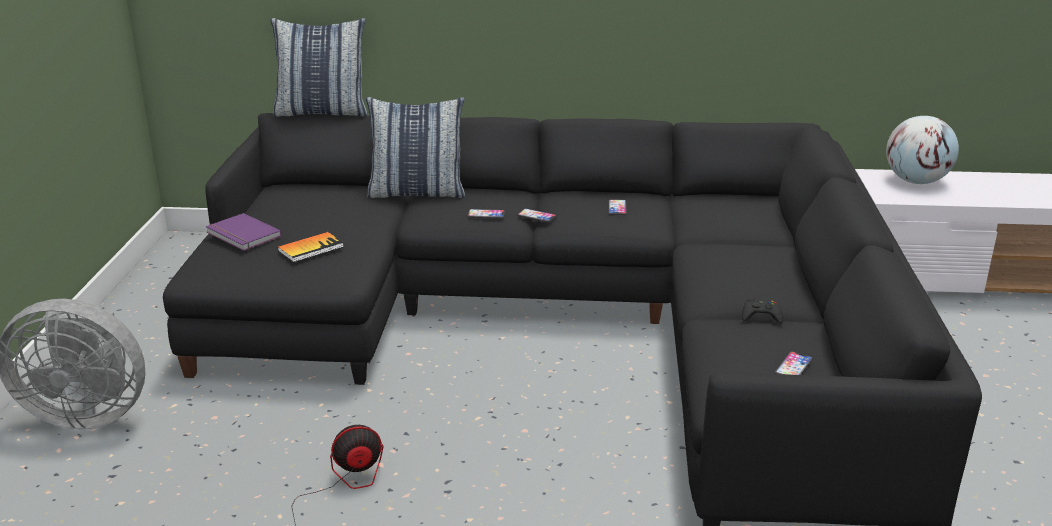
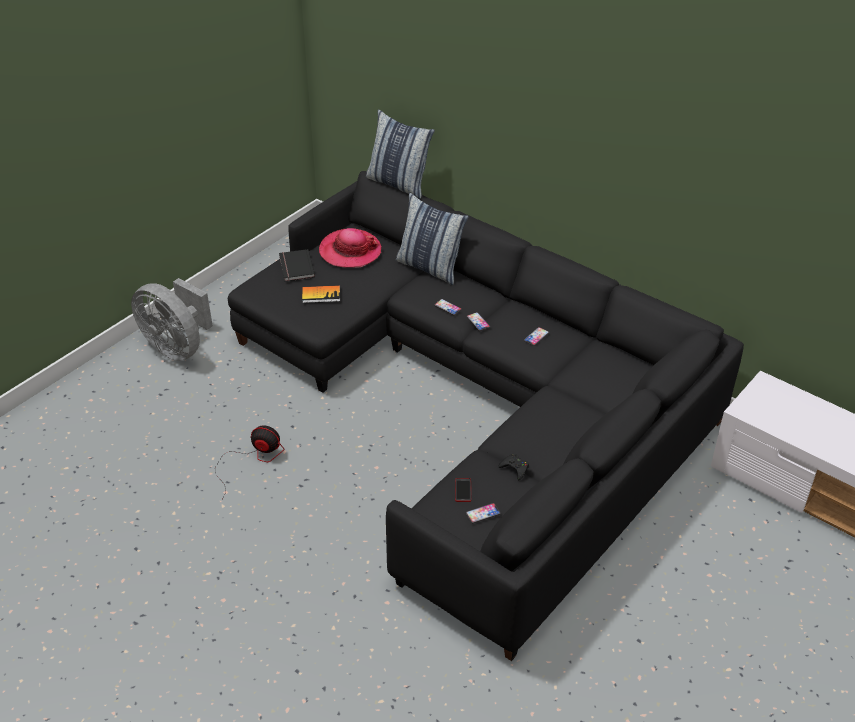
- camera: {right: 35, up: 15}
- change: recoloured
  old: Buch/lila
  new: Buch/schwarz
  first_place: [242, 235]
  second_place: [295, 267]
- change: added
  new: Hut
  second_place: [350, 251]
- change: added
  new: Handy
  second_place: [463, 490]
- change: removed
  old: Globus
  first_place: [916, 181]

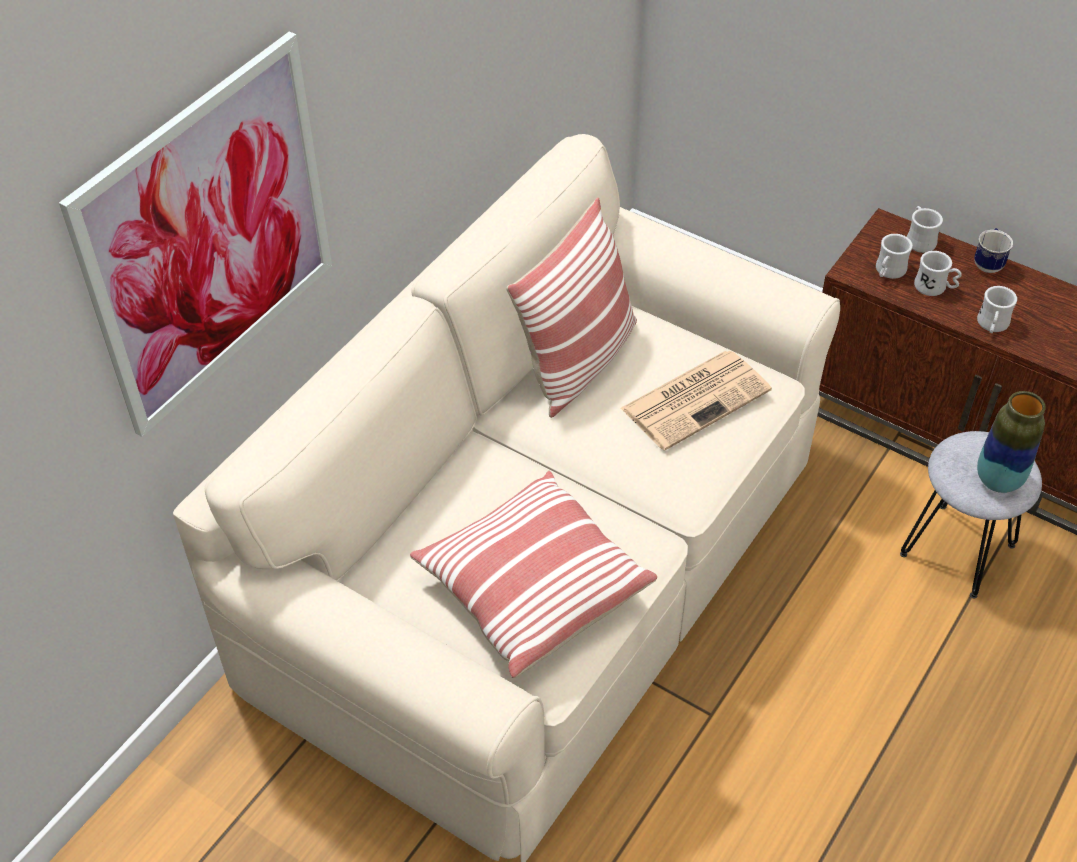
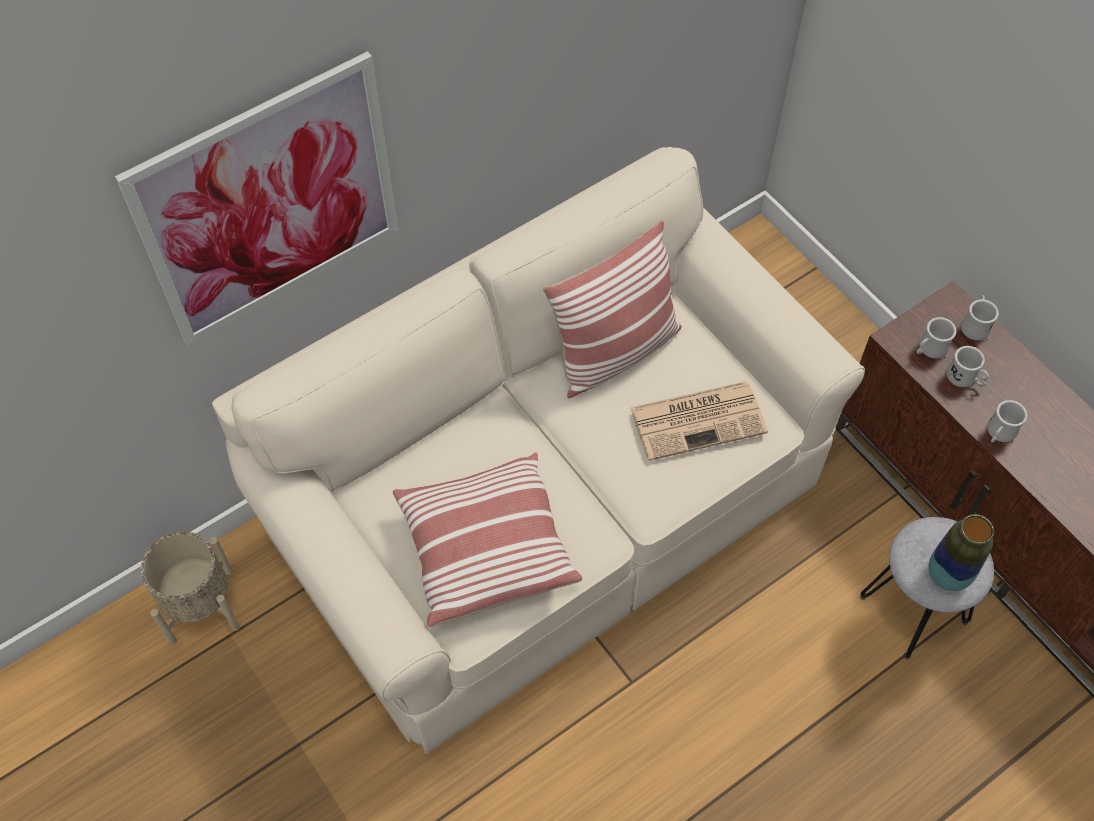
- camera: {right: 20, up: 10}
- change: added
  new: Pflanzkübel/beige
  second_place: [200, 605]
- change: removed
  old: Henkelbecher
  first_place: [988, 263]

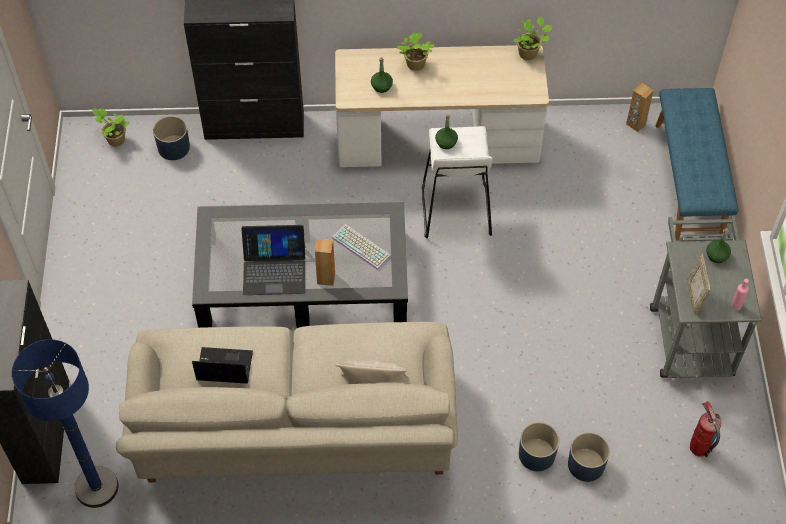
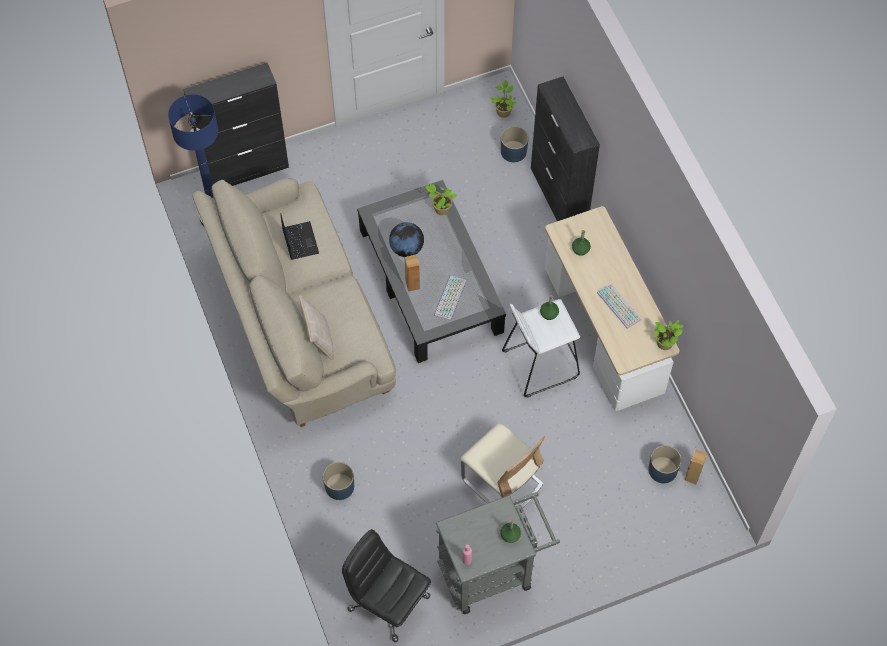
- camera: {right: 70, up: 5}
- change: replaced
  old: Feuerlöscher
  new: Bürostuhl/schwarz
  first_place: [699, 448]
  second_place: [387, 602]
- change: replaced
  old: Laptop
  new: Globus
  first_place: [274, 269]
  second_place: [406, 248]
- change: moved
  old: Topfpflanze
  first_place: [414, 65]
  second_place: [440, 209]
- change: added
  new: Stuhl/beige
  second_place: [502, 482]
- change: added
  new: Tastatur
  second_place: [620, 306]
- change: moved
  old: Pflanzkübel/blau
  first_place: [585, 465]
  second_place: [662, 470]
- change: removed
  old: Bank/blau
  first_place: [689, 180]
- change: removed
  old: Bilderrahmen
  first_place: [694, 297]

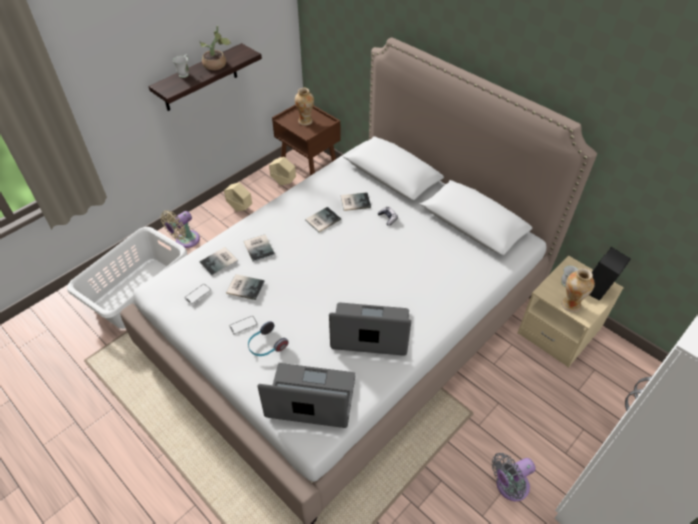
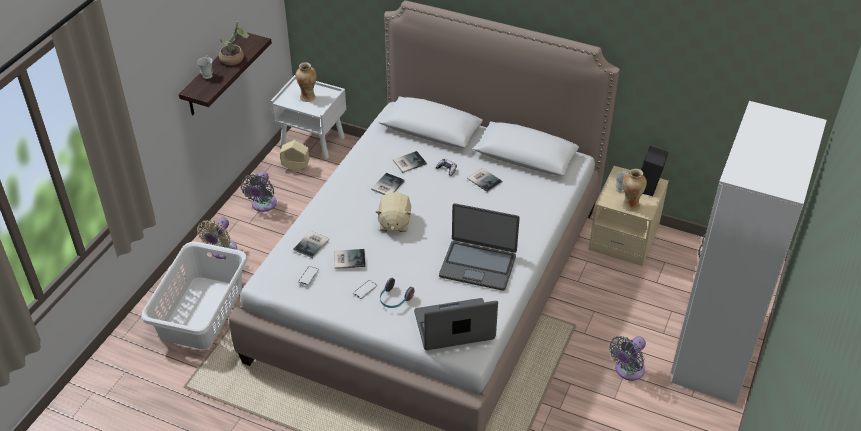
- camera: {right: -20, up: -5}
- change: replaced
  old: Pflanzkübel/beige
  new: Ventilator/grau
  first_place: [240, 208]
  second_place: [263, 205]
- change: recoloured
  old: Nachttisch/braun
  new: Nachttisch/weiß
  first_place: [309, 162]
  second_place: [313, 141]
- change: added
  new: Plüschtier/beige
  second_place: [394, 223]
- change: turned
  old: Laptop
  first_place: [370, 331]
  second_place: [478, 265]
  degrees: -150
- change: moved
  old: Buch
  first_place: [260, 247]
  second_place: [484, 179]

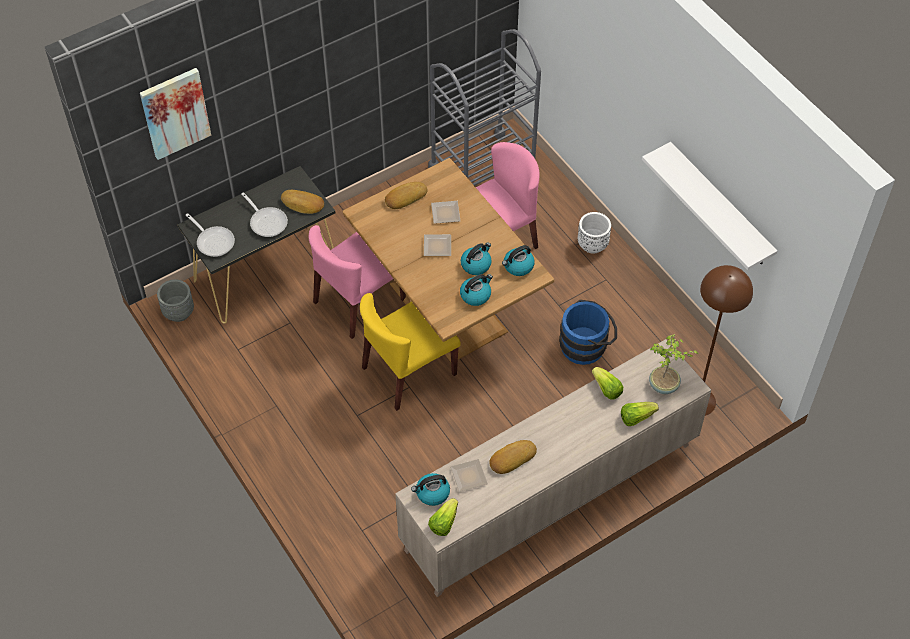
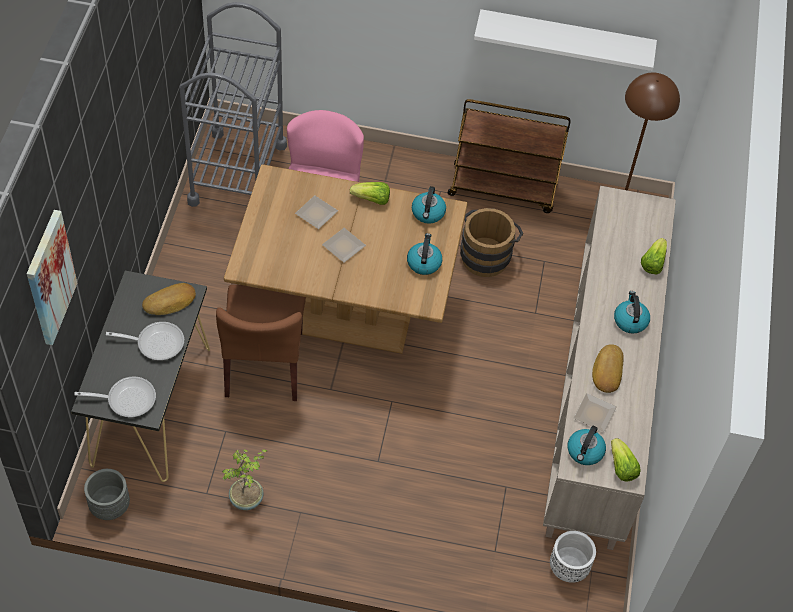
- camera: {right: -50, up: 0}
- change: recoloured
  old: Stuhl/rosa
  new: Stuhl/braun
  first_place: [359, 301]
  second_place: [264, 364]
- change: moved
  old: Topfpflanze
  first_place: [664, 386]
  second_place: [247, 499]
- change: moved
  old: Salatkopf
  first_place: [606, 389]
  second_place: [372, 200]
- change: added
  new: Rollwagen/braun
  second_place: [503, 188]
- change: recoloured
  old: Eimer/blau
  new: Eimer/braun
  first_place: [587, 345]
  second_place: [487, 254]
- change: moved
  old: Pflanzkübel/weiß
  first_place: [592, 244]
  second_place: [568, 568]
- change: moved
  old: Wasserkessel
  first_place: [476, 264]
  second_place: [630, 320]
- change: removed
  old: Stuhl/gelb
  first_place: [408, 371]
- change: removed
  old: Brot
  first_place: [405, 197]

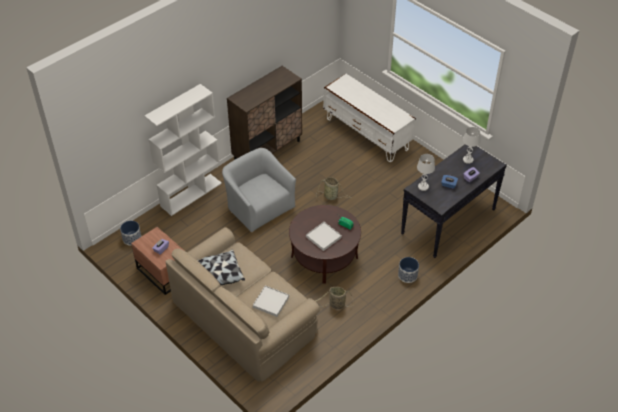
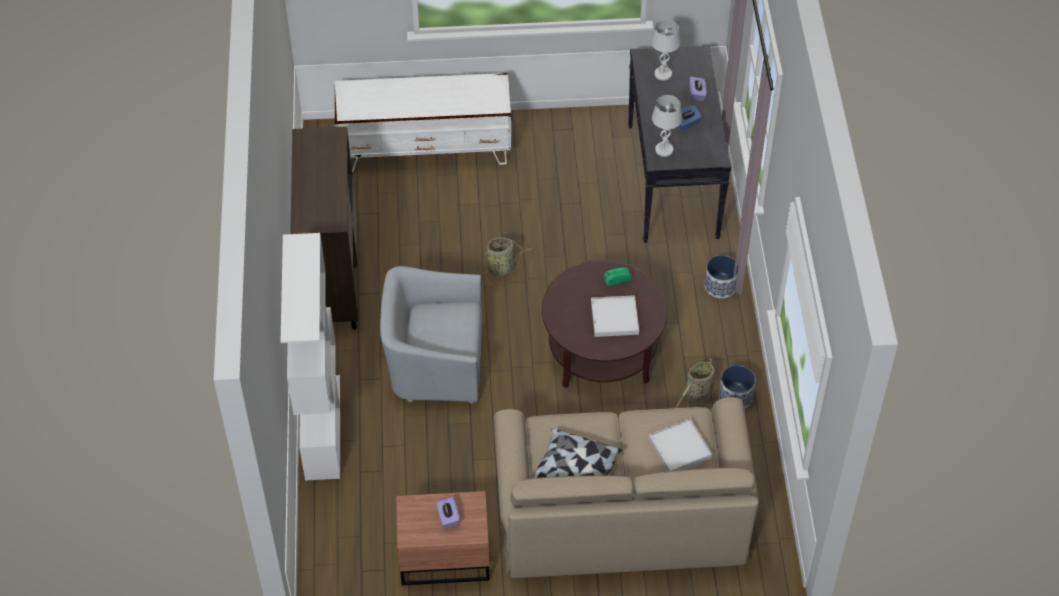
- camera: {right: -50, up: 5}
- change: moved
  old: Pflanzkübel
  first_place: [132, 238]
  second_place: [735, 397]

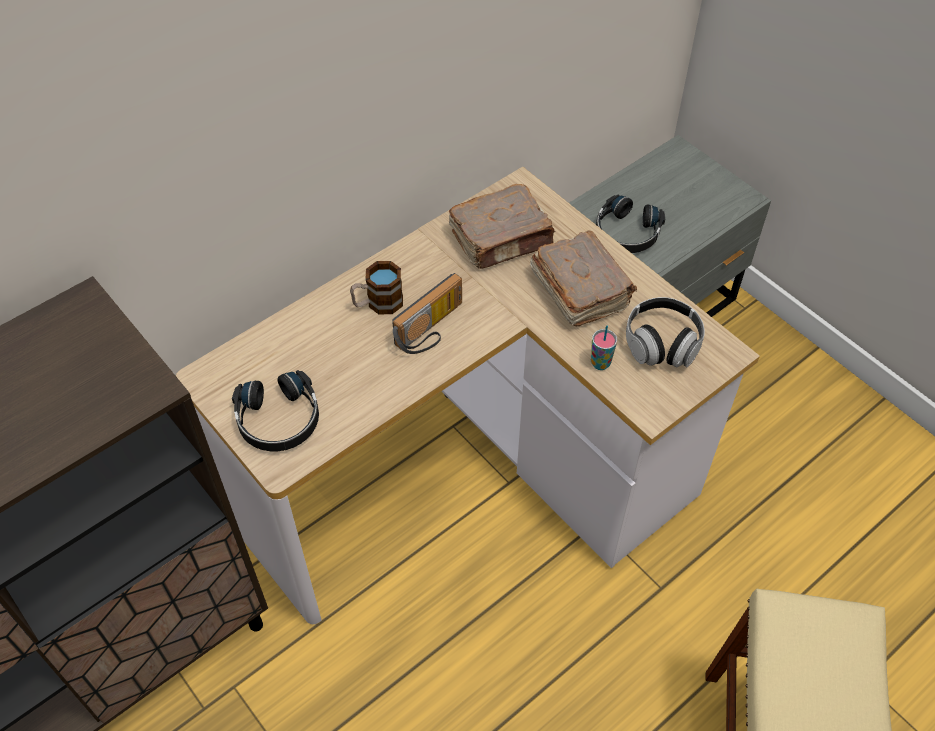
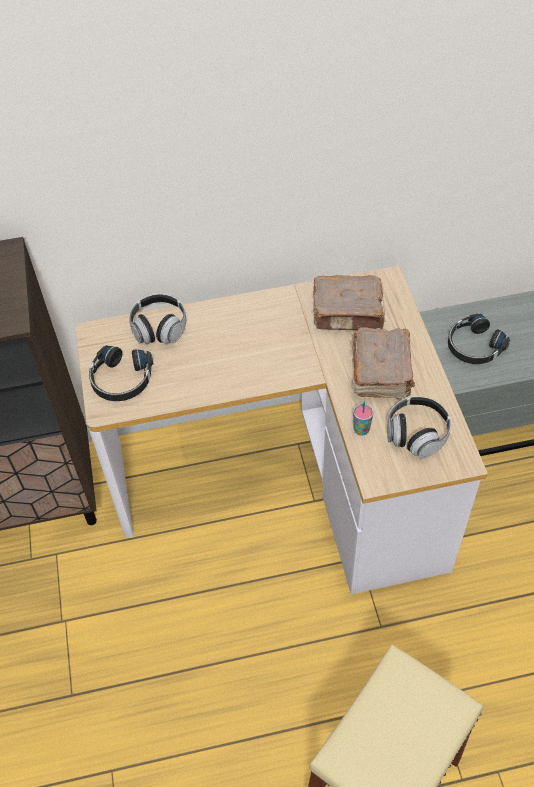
- camera: {right: 30, up: 0}
- change: added
  new: Kopfhörer
  second_place: [159, 328]
- change: removed
  old: Henkelbecher
  first_place: [378, 303]
- change: removed
  old: Radio
  first_place: [432, 330]

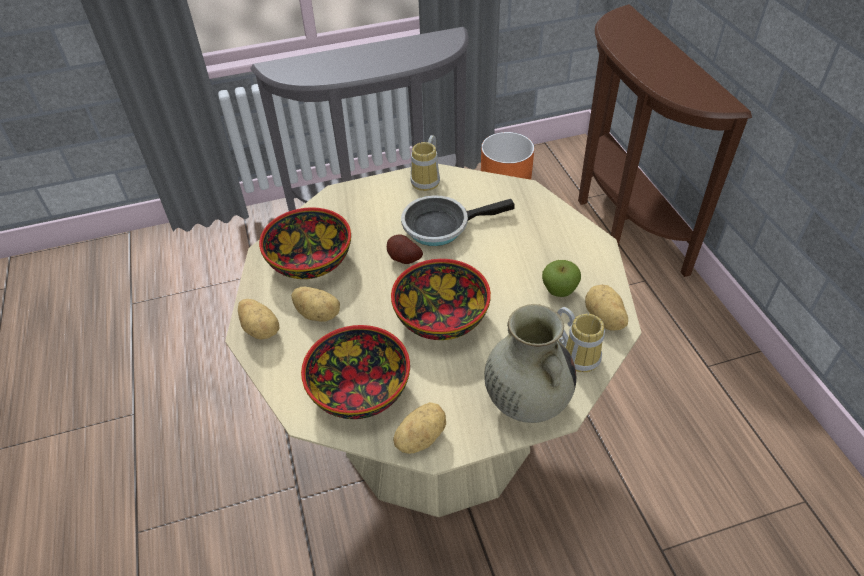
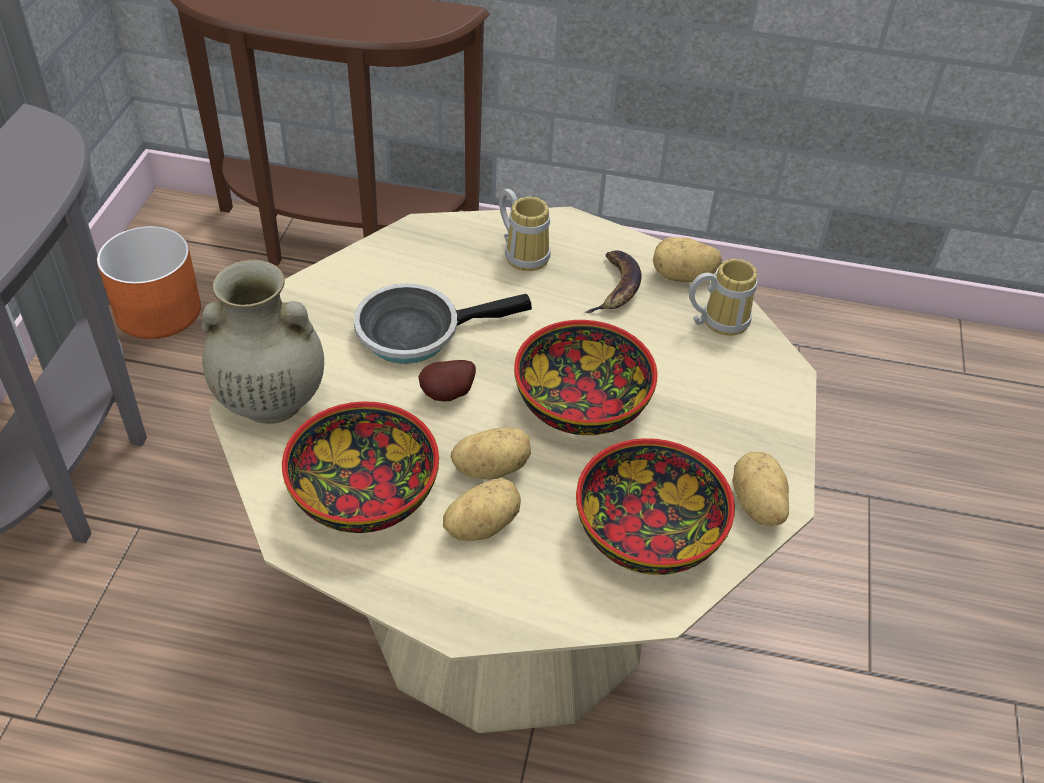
- camera: {right: -65, up: 0}
- change: moved
  old: Vase/beige
  first_place: [526, 401]
  second_place: [269, 401]
- change: turned
  old: Pfanne
  first_place: [441, 226]
  second_place: [416, 332]
  degrees: 60
- change: moved
  old: Kartoffel
  first_place: [261, 329]
  second_place: [491, 467]
- change: moved
  old: Henkelbecher
  first_place: [428, 180]
  second_place: [524, 253]
- change: replaced
  old: Apfel
  new: Banane
  first_place: [559, 291]
  second_place: [615, 288]

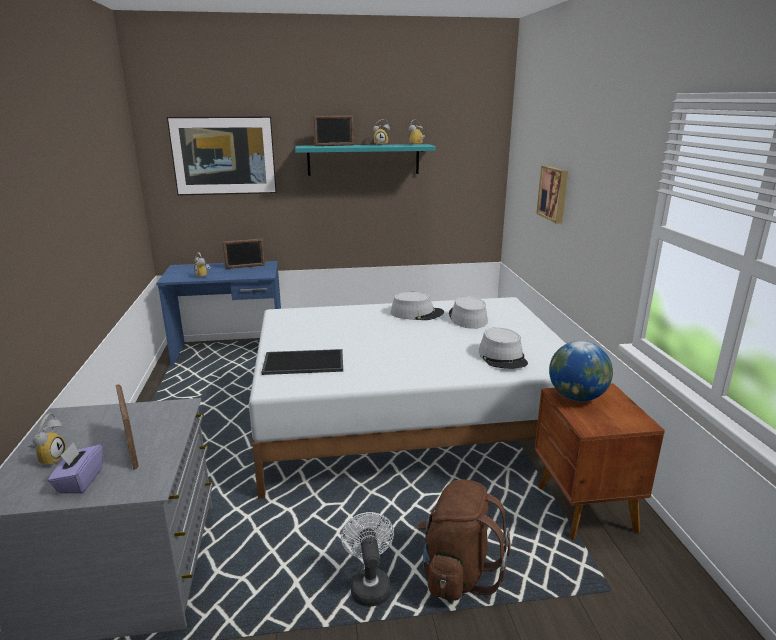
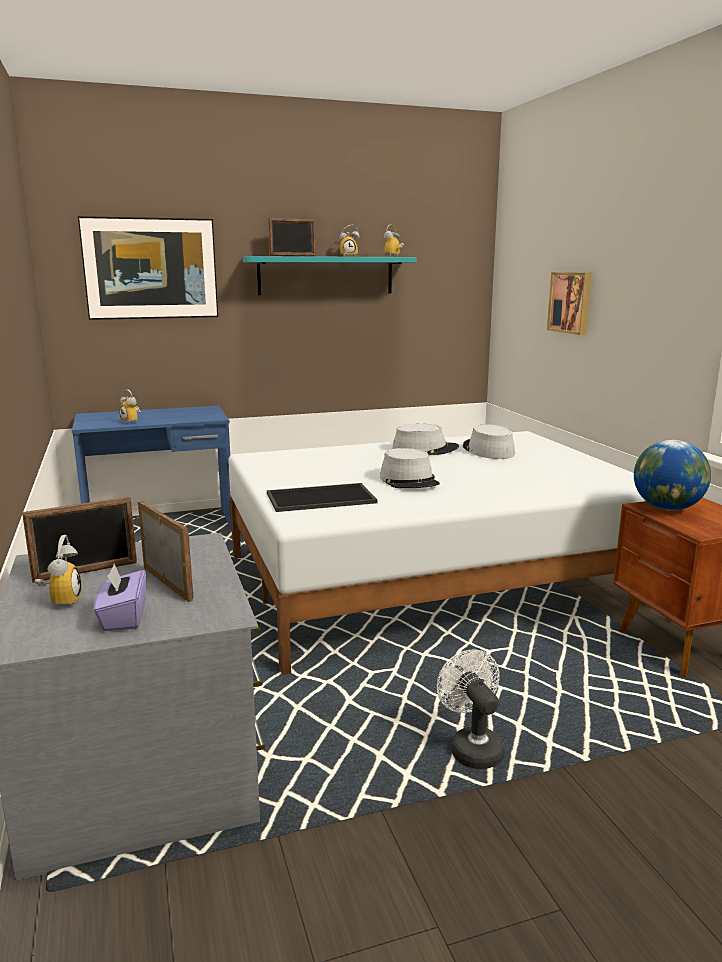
- camera: {right: -10, up: -5}
- change: moved
  old: Bilderrahmen
  first_place: [245, 267]
  second_place: [86, 572]
- change: moved
  old: Hut/grau
  first_place: [503, 357]
  second_place: [409, 480]
- change: removed
  old: Rucksack/braun
  first_place: [457, 573]

